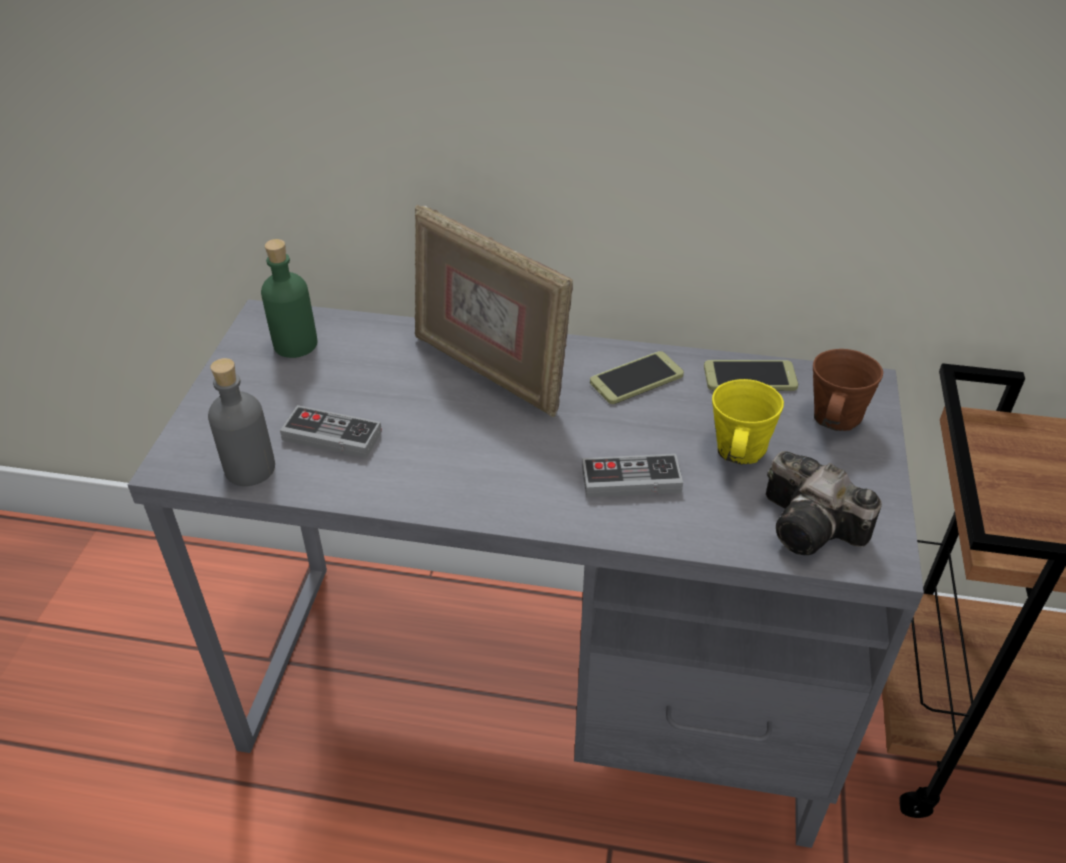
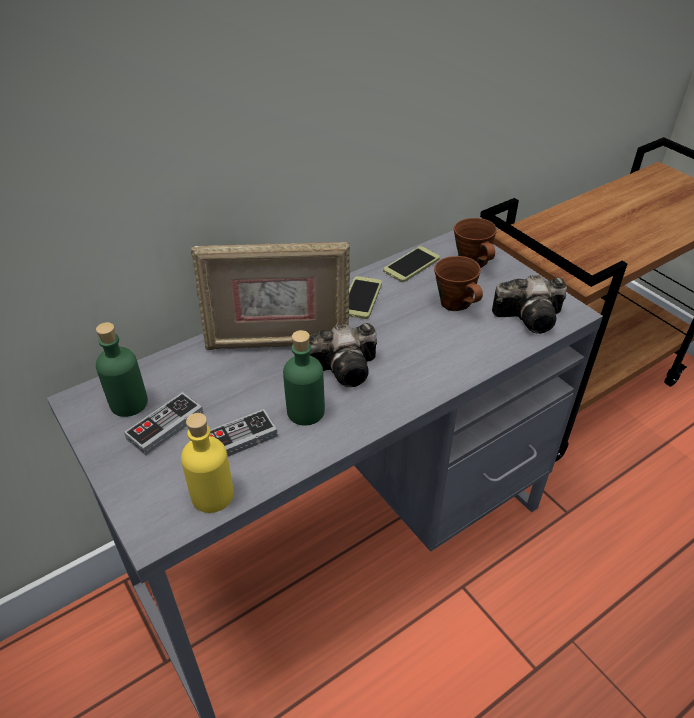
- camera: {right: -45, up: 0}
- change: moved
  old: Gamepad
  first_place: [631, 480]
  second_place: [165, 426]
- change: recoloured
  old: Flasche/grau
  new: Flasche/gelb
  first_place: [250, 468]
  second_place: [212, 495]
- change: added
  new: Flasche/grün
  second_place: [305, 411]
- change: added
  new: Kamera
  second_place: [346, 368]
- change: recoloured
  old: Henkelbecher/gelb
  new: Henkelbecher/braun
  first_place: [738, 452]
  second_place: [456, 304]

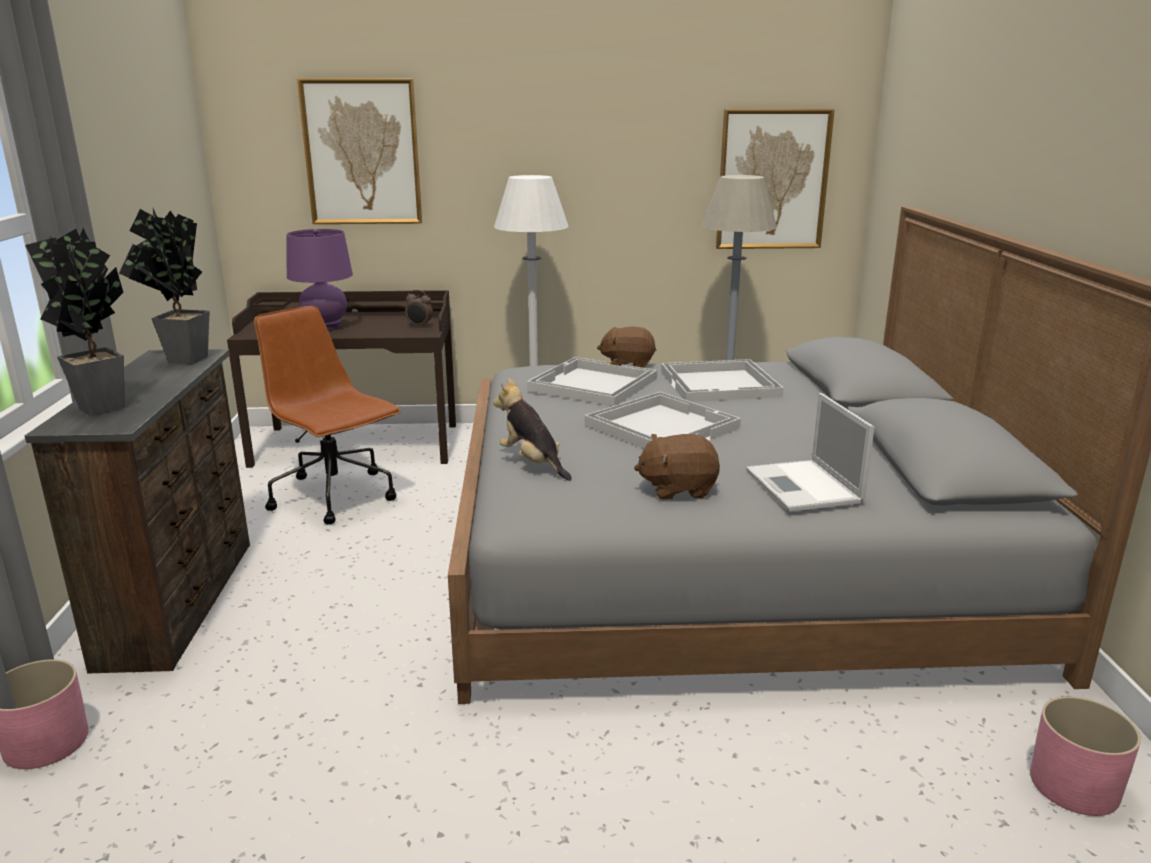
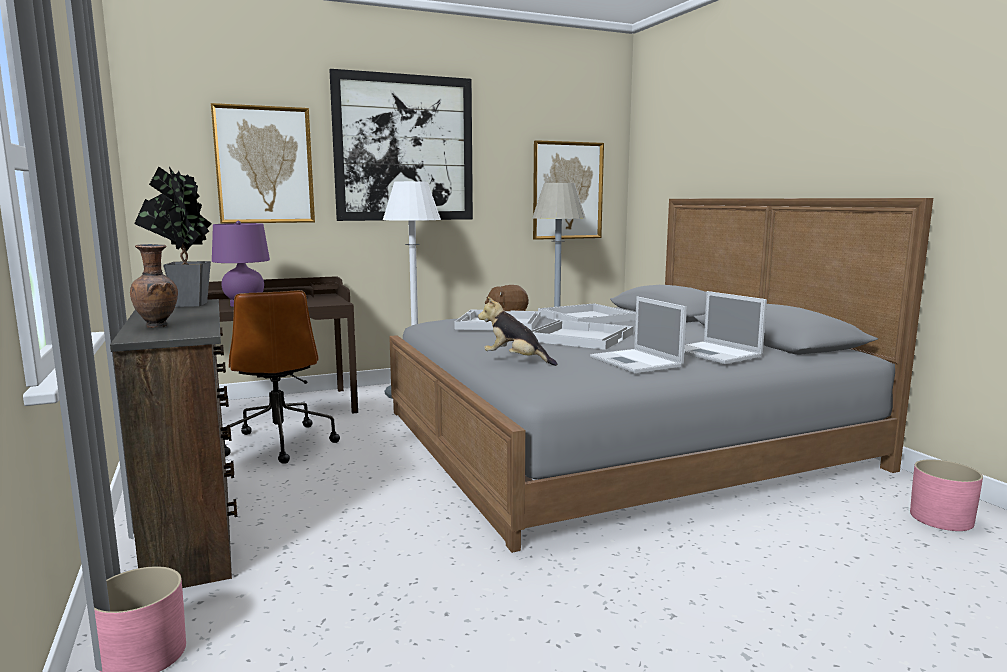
- camera: {right: -20, up: -10}
- change: replaced
  old: Topfpflanze
  new: Vase/braun
  first_place: [103, 405]
  second_place: [158, 326]
- change: turned
  old: Bürostuhl/braun
  first_place: [335, 497]
  second_place: [279, 443]
  degrees: -135
- change: added
  new: Bild
  second_place: [404, 148]
- change: replaced
  old: Plüschtier/braun
  new: Laptop
  first_place: [677, 489]
  second_place: [637, 362]
- change: removed
  old: Wecker
  first_place: [419, 326]

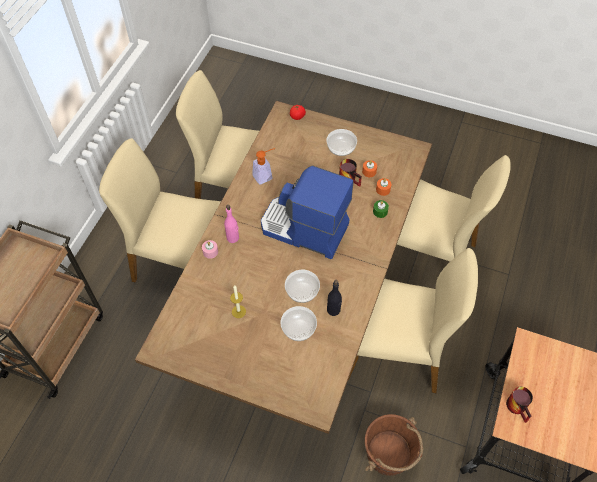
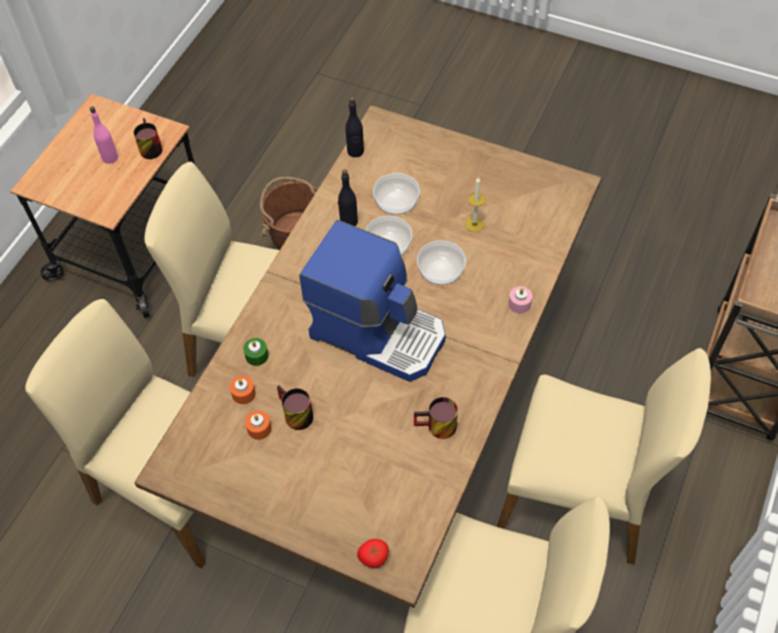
- camera: {right: -175, up: 0}
- change: moved
  old: Flasche/rosa
  first_place: [233, 238]
  second_place: [110, 157]
- change: added
  new: Flasche/schwarz
  second_place: [355, 151]
- change: replaced
  old: Seifenspender
  new: Henkelbecher
  first_place: [265, 176]
  second_place: [437, 428]
- change: moved
  old: Schüssel
  first_place: [340, 148]
  second_place: [441, 271]

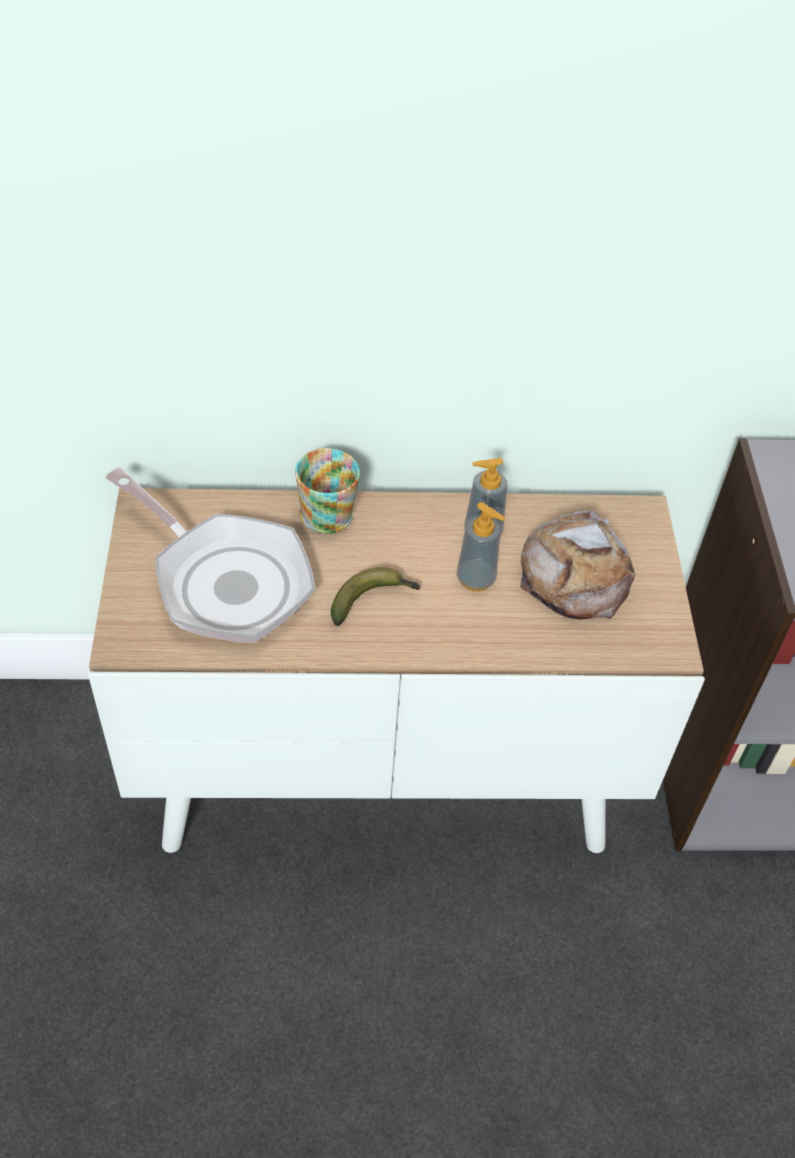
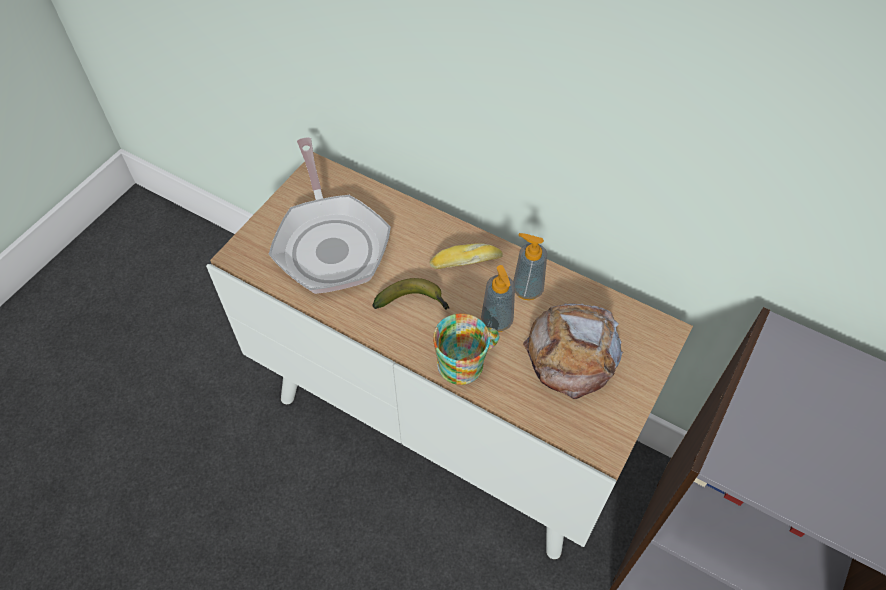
- camera: {right: 35, up: 5}
- change: added
  new: Brot
  second_place: [465, 260]
- change: moved
  old: Henkelbecher
  first_place: [332, 509]
  second_place: [467, 362]

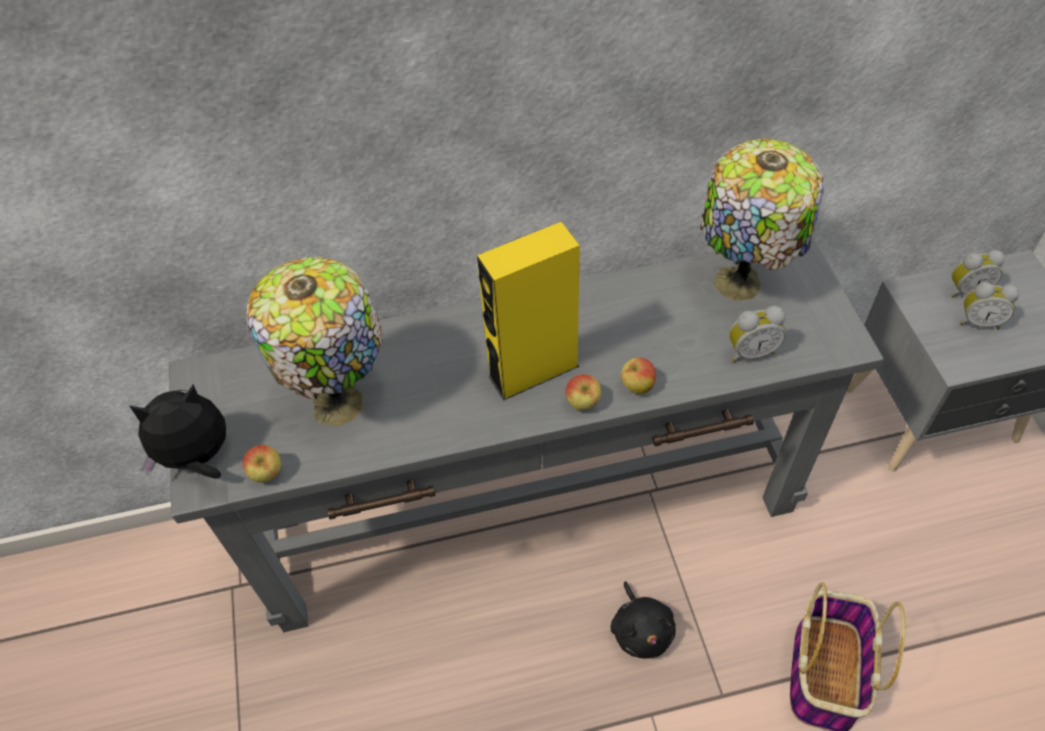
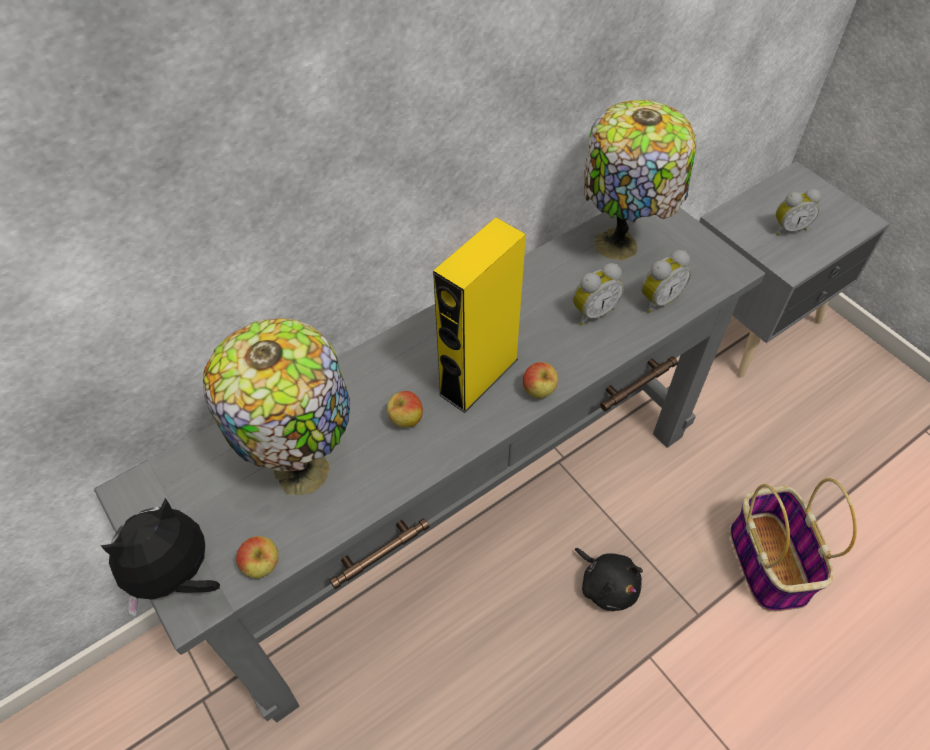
- camera: {right: -25, up: 0}
- change: moved
  old: Apfel
  first_place: [636, 386]
  second_place: [406, 420]
- change: moved
  old: Wecker
  first_place: [966, 289]
  second_place: [592, 312]

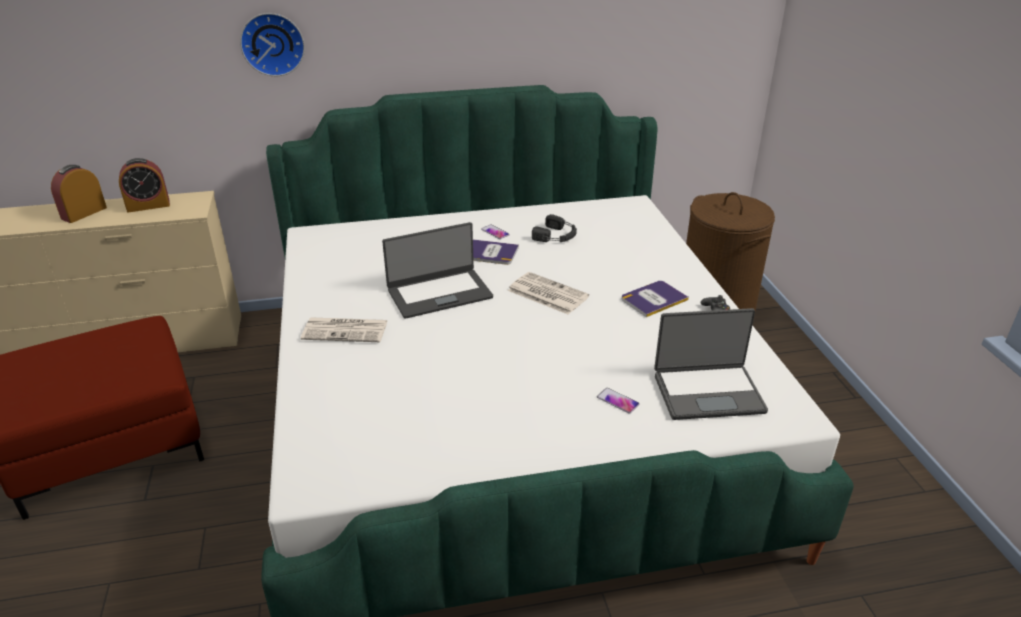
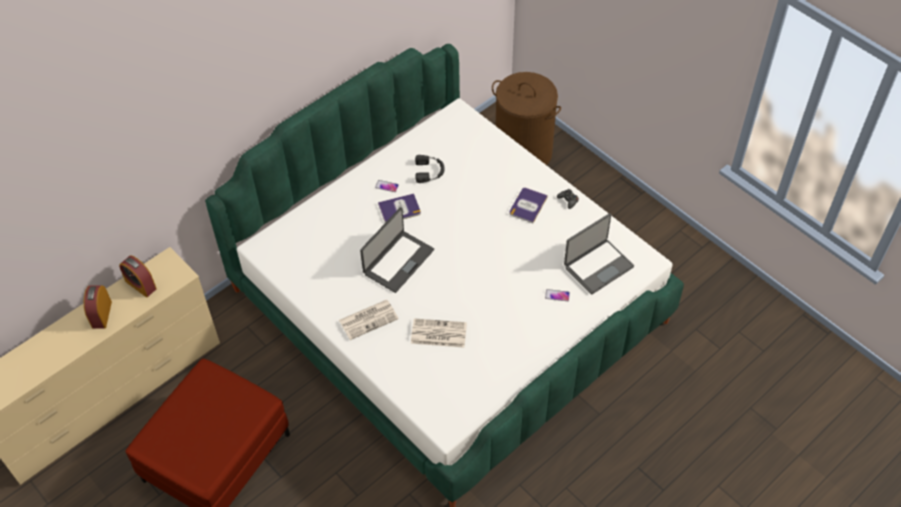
- camera: {right: -30, up: 20}
- change: turned
  old: Wecker
  first_place: [148, 205]
  second_place: [140, 285]
  degrees: 90
- change: moved
  old: Zeitung
  first_place: [546, 294]
  second_place: [438, 334]
- change: removed
  old: Wanduhr
  first_place: [272, 43]

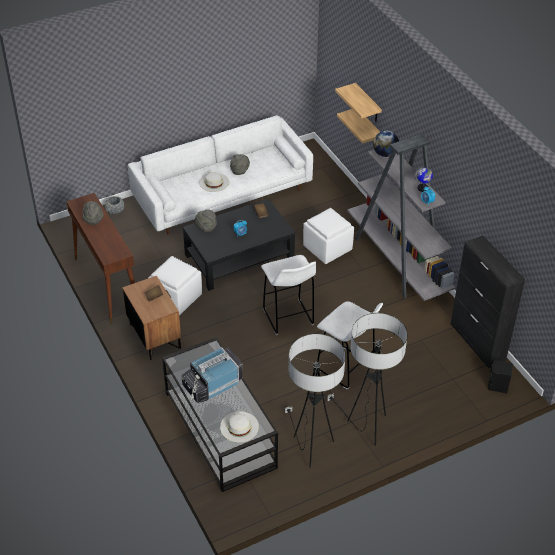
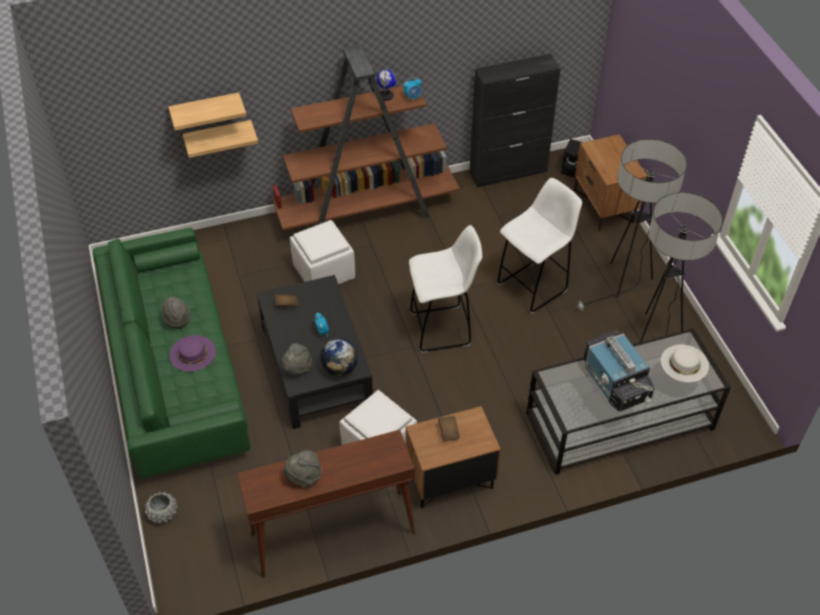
- camera: {right: -80, up: 5}
- change: recoloured
  old: Sofa/weiß
  new: Sofa/grün
  first_place: [222, 194]
  second_place: [176, 370]
- change: recoloured
  old: Hut/weiß
  new: Hut/lila
  first_place: [214, 182]
  second_place: [192, 353]
- change: recoloured
  old: Bücherregal/grau
  new: Bücherregal/braun
  first_place: [398, 262]
  second_place: [367, 212]
- change: moved
  old: Globus
  first_place: [385, 154]
  second_place: [340, 368]
- change: added
  new: Nachttisch/braun
  second_place: [604, 206]

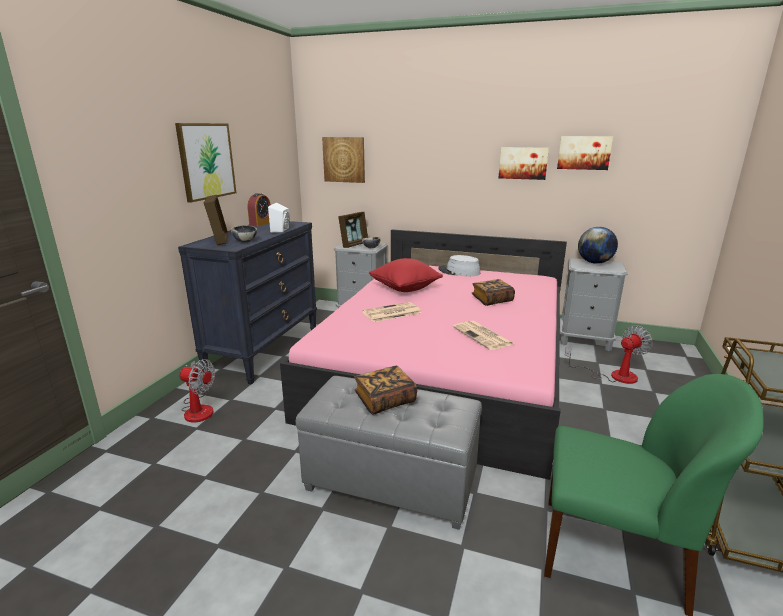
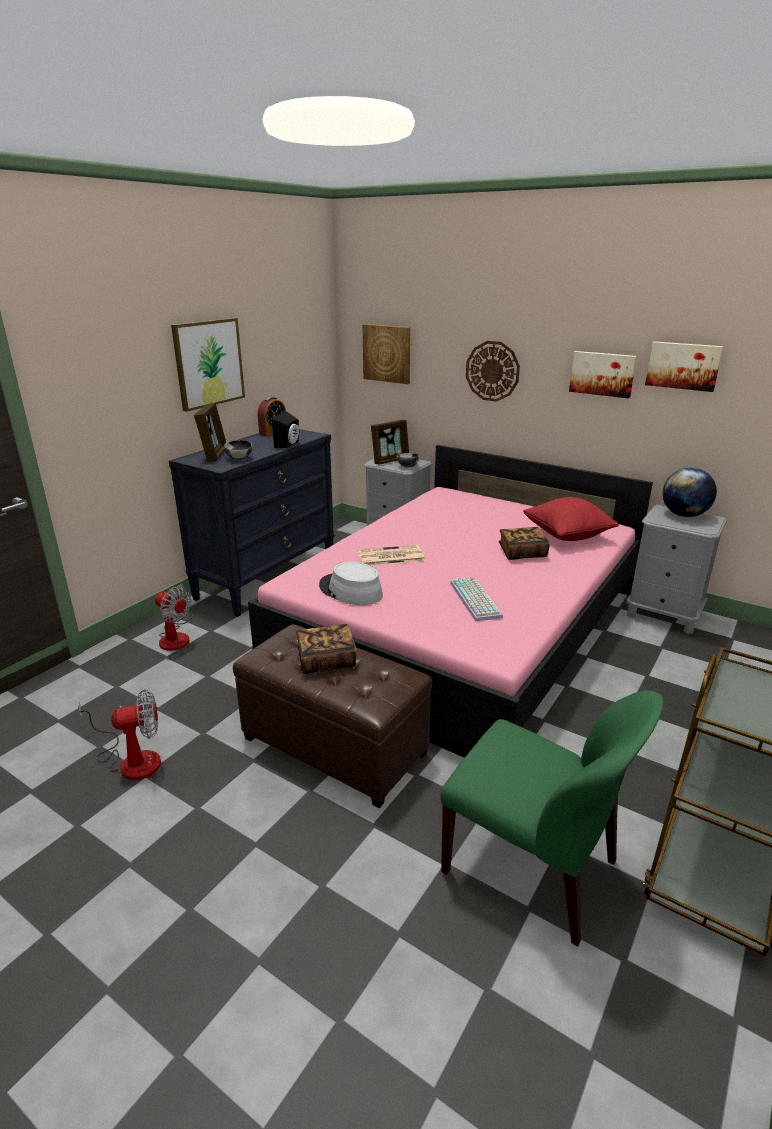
- camera: {right: 15, up: 5}
- change: moved
  old: Ventilator
  first_place: [613, 376]
  second_place: [131, 759]
- change: recoloured
  old: Polsterhocker/grau
  new: Polsterhocker/braun
  first_place: [391, 480]
  second_place: [334, 745]
- change: recoloured
  old: Lautsprecher/weiß
  new: Lautsprecher/schwarz
  first_place: [282, 230]
  second_place: [289, 445]
- change: moved
  old: Hut/grau
  first_place: [459, 271]
  second_place: [350, 590]
- change: replaced
  old: Zeitung
  new: Tastatur
  first_place: [483, 336]
  second_place: [477, 600]
- change: added
  new: Wanduhr
  second_place: [492, 371]
- change: moved
  old: Kissen/rot
  first_place: [405, 289]
  second_place: [567, 535]

